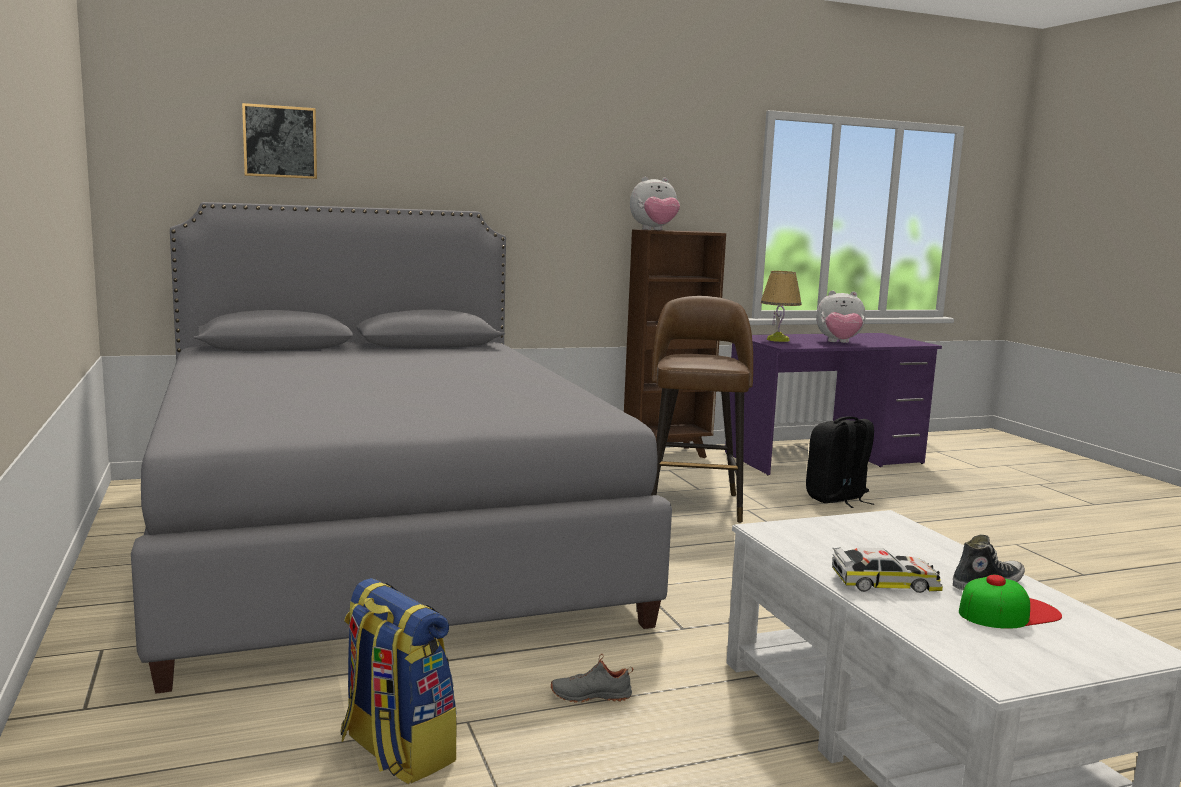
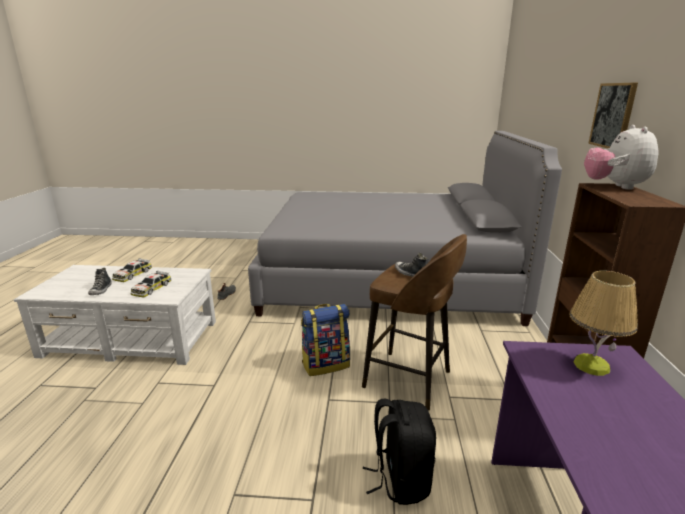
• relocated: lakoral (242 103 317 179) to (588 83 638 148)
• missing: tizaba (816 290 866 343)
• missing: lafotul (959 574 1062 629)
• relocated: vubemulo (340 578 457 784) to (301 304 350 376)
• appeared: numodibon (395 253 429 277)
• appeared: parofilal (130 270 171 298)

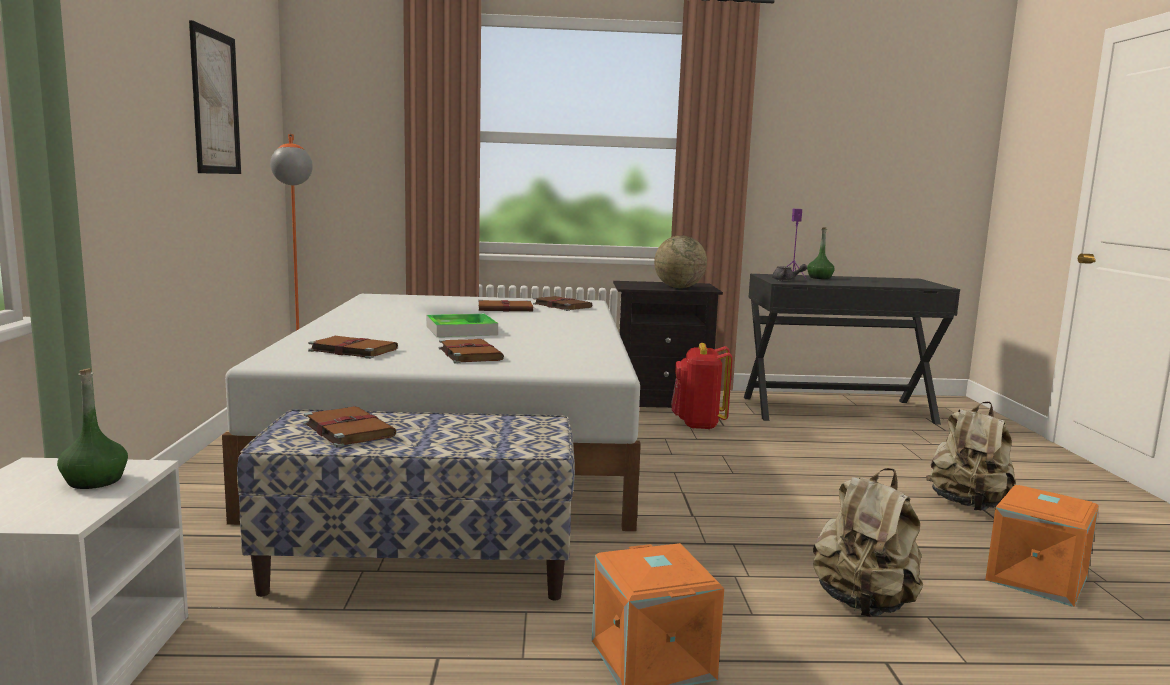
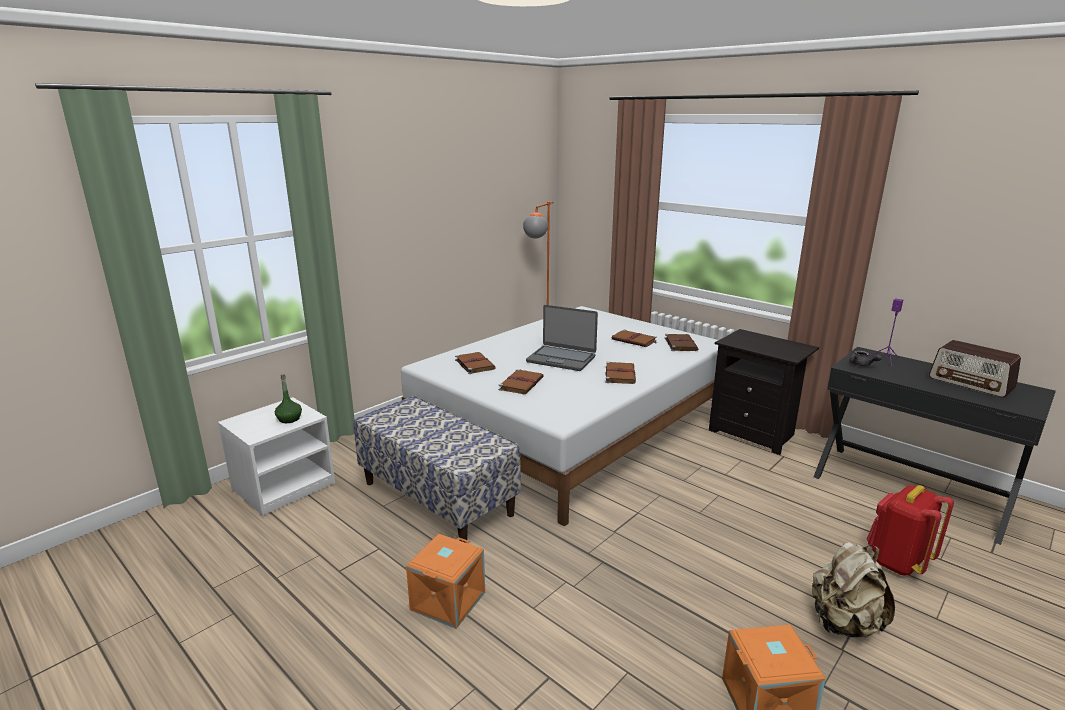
• missing: lakoral (189 20 241 174)
• missing: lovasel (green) (807 227 835 279)
• missing: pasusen (654 235 707 288)
• exchanged: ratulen (426 313 498 337) to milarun (526 305 598 371)
• relocated: vubemulo (red) (671 343 733 430) to (867 485 954 576)
• relocated: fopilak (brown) (303 406 396 447) to (605 362 636 384)
• missing: vubemulo (beige) (813 468 923 617)
• appeared: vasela (929 340 1021 397)

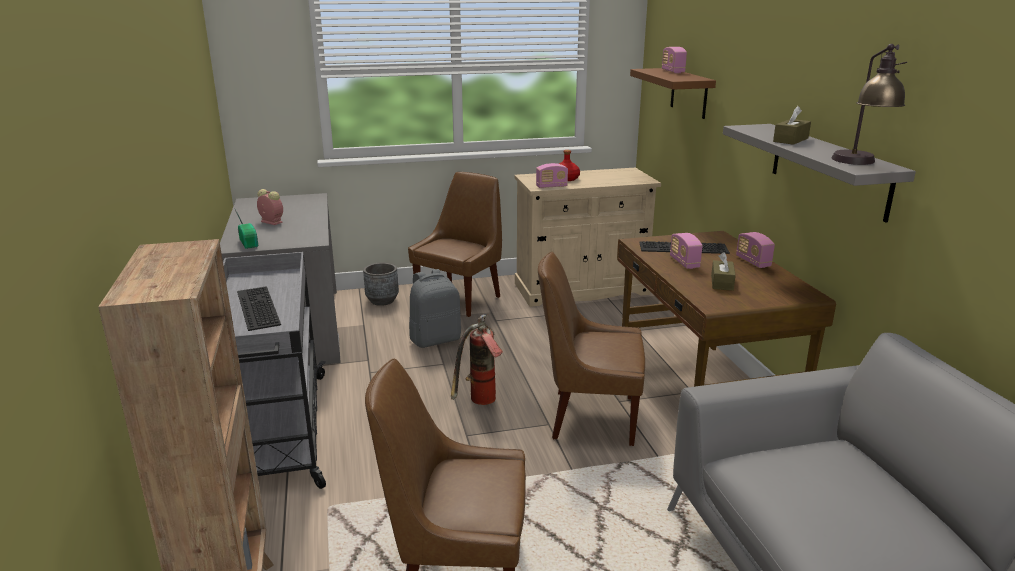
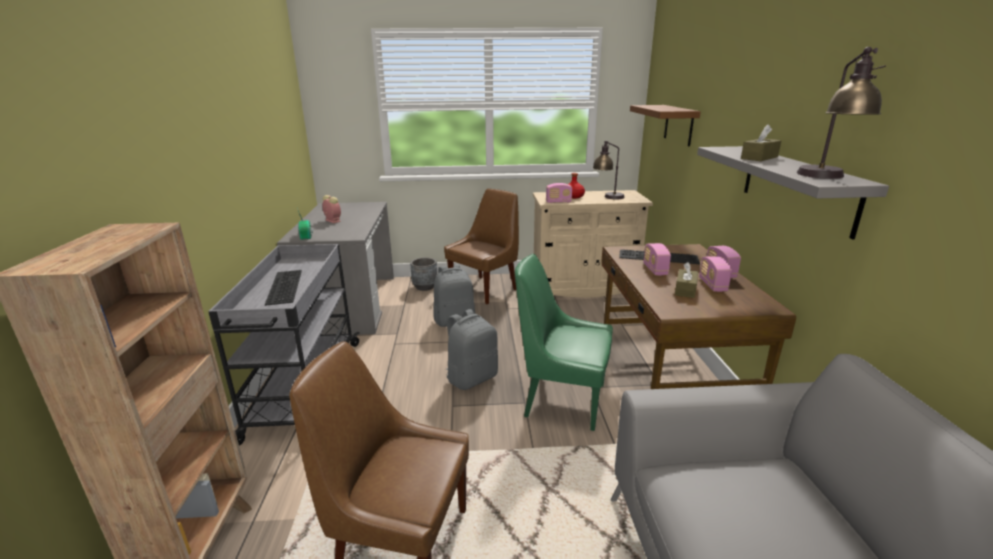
• relocated: vasela (662 47 687 73) to (699 256 732 292)
• colour: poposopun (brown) (538 252 645 446) to poposopun (green) (515 254 613 431)
• exchanged: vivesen (451 314 503 405) to vubemulo (grey) (446 309 498 390)
• appeared: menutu (592 141 625 199)

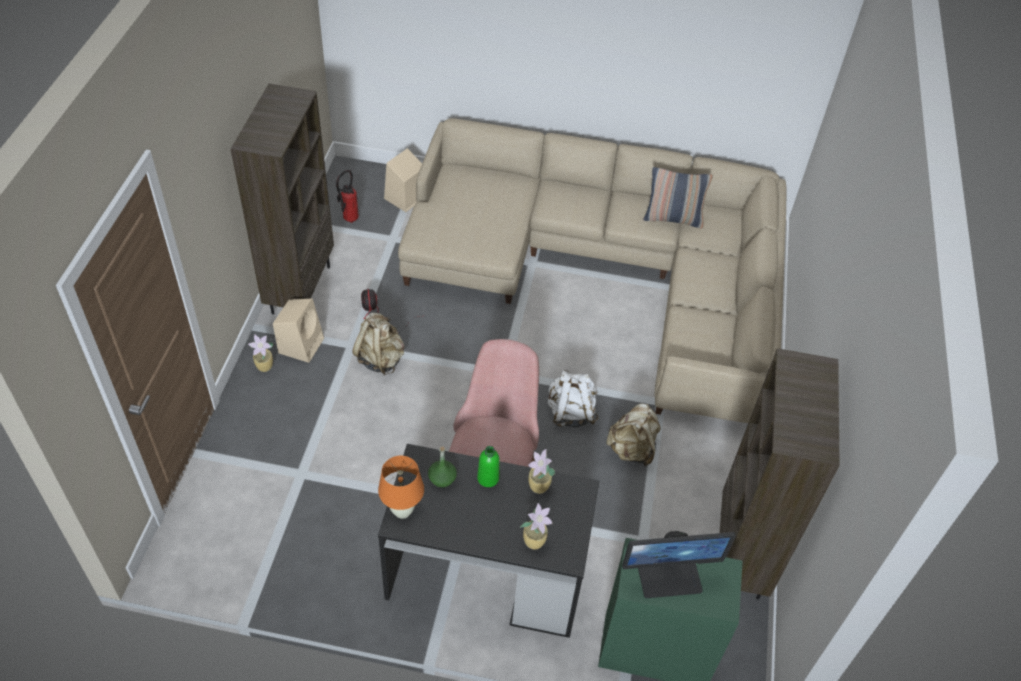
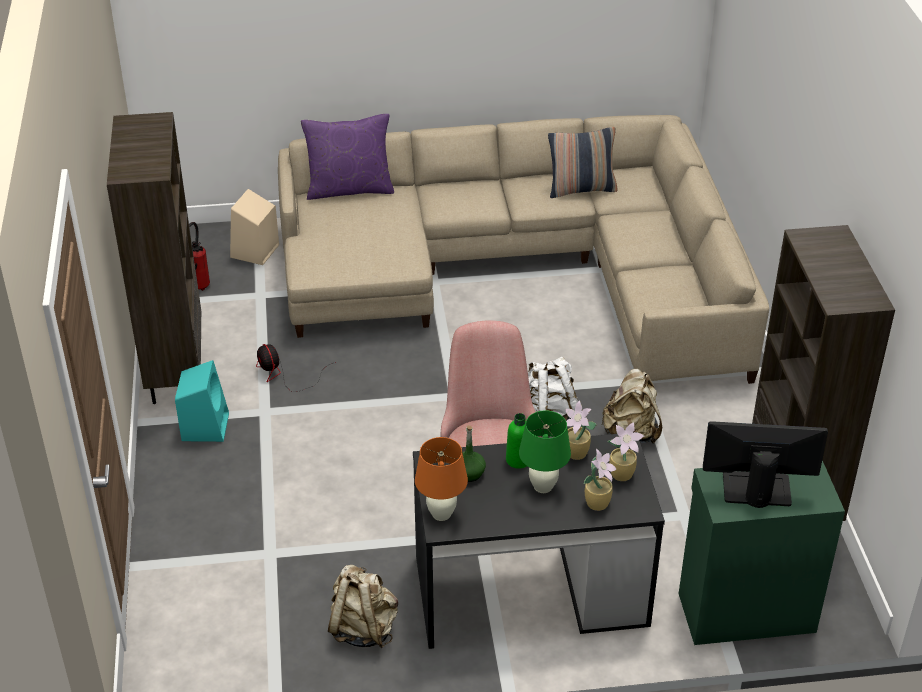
• colour: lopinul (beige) (273 299 324 363) to lopinul (turquoise) (175 360 229 442)
• relocated: vubemulo (beige) (352 313 404 375) to (328 565 398 648)
• relocated: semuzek (248 335 274 372) to (607 422 644 481)
• spun: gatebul (622 531 736 598) = (703 421 828 508) 150 degrees counterclockwise
• appeared: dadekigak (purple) (301 114 394 200)
• appeared: menutu (green) (519 410 571 493)

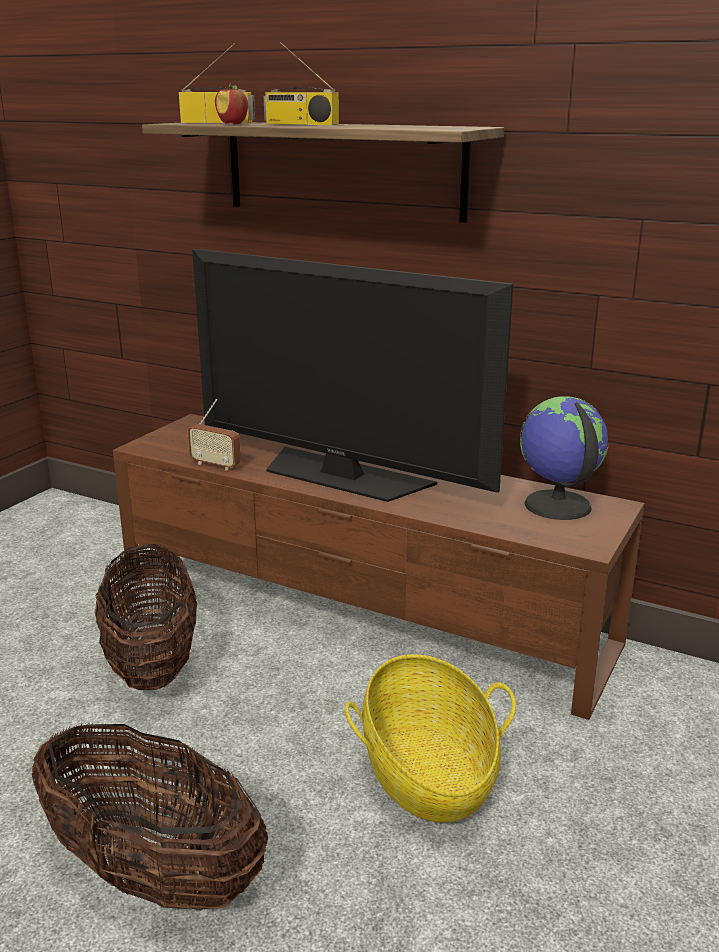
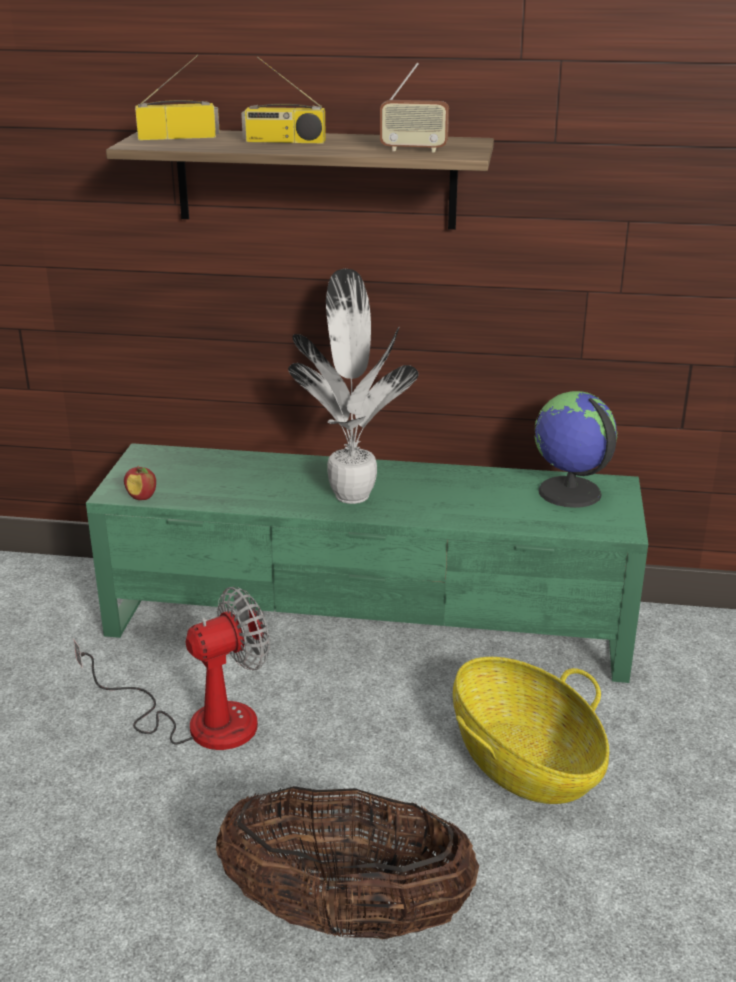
• relocated: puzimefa (215 84 248 124) to (124 466 156 500)
• exchanged: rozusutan (192 249 513 502) to semuzek (288 269 419 504)
• relocated: vasela (187 399 241 471) to (380 62 449 153)
• colour: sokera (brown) (113 414 645 720) to sokera (green) (86 443 648 683)
• exchanged: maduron (95 544 197 690) to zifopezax (73 587 269 750)

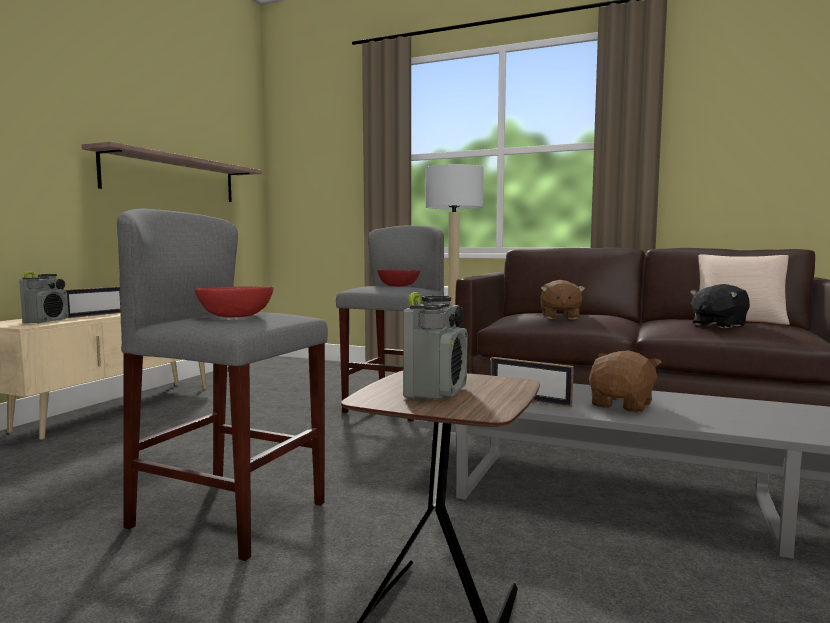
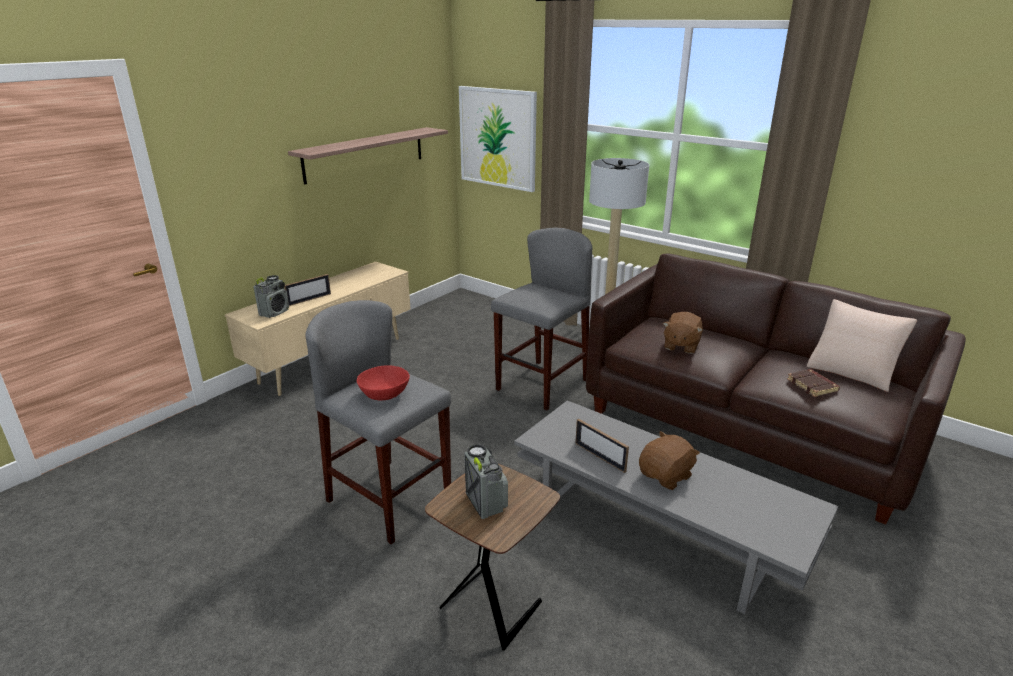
• missing: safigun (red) (377 269 420 287)
• exchanged: tizaba (black) (690 284 750 328) to fopilak (brown) (787 369 840 397)
• spun: vasela (403 292 468 400) = (464 444 508 519) 60 degrees counterclockwise
• appeared: lakoral (459 86 537 192)

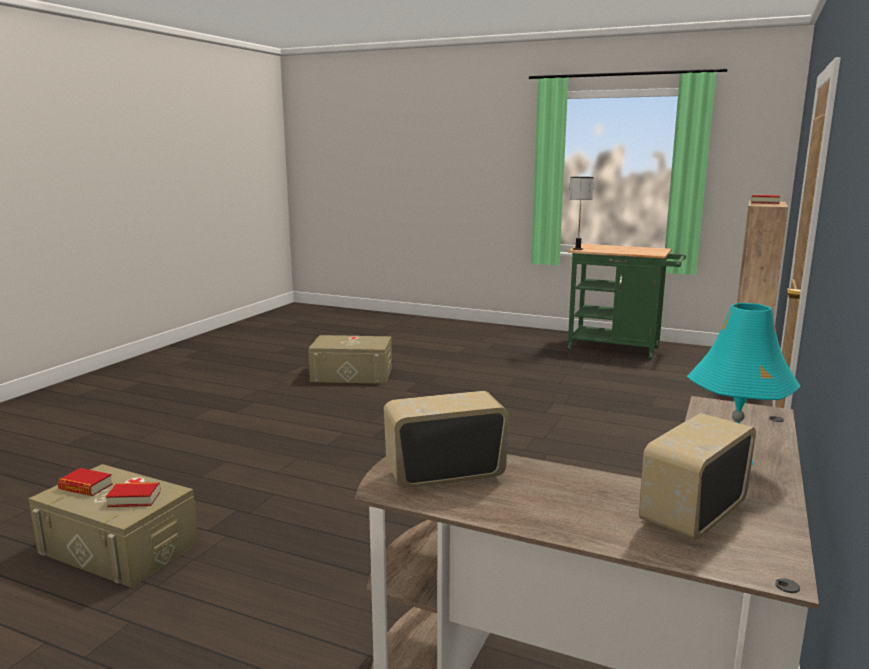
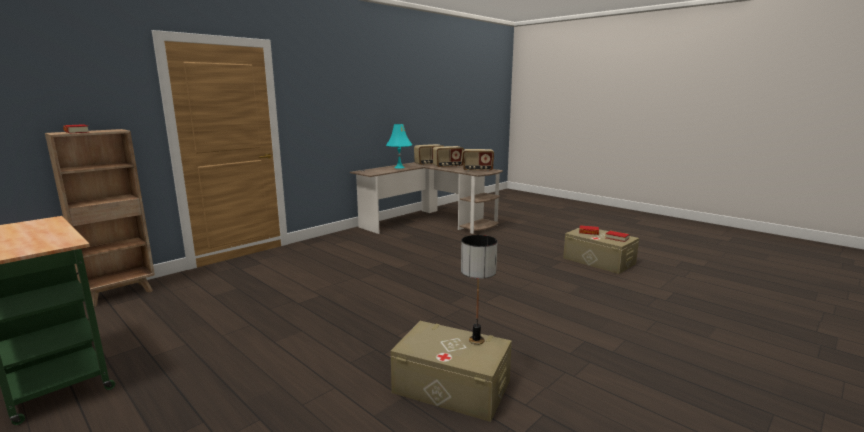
• relocated: menutu (569 177 594 250) to (461 235 497 345)
• appeared: vasela (432 146 464 168)

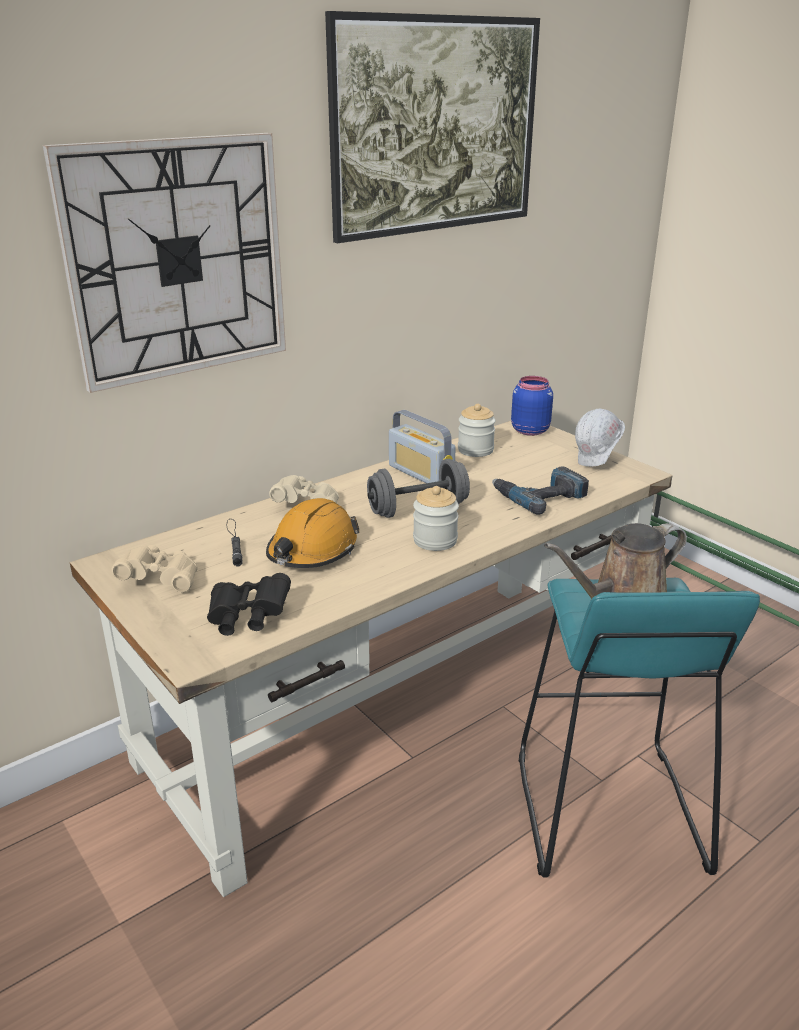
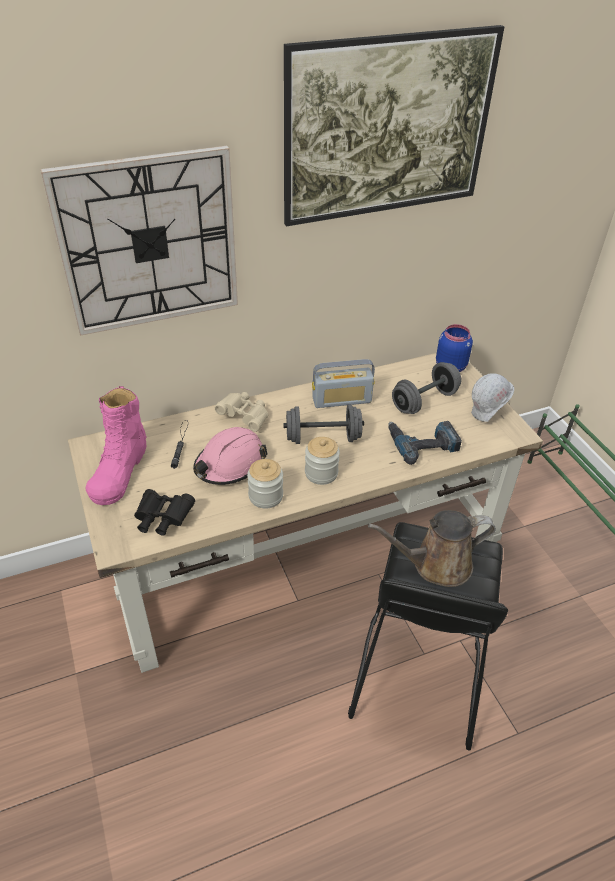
• relocated: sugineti (458 404 496 457) to (247 459 283 509)
• spun: vasela (389 410 456 483) = (312 359 375 408) 75 degrees counterclockwise
• colour: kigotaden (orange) (266 498 359 568) to kigotaden (pink) (193 427 268 485)
• exchanged: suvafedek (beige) (112 545 197 592) to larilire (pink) (85 386 147 505)
• colour: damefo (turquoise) (519 578 760 878) to damefo (black) (348 522 508 751)
• appeared: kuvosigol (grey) (392 362 462 414)

